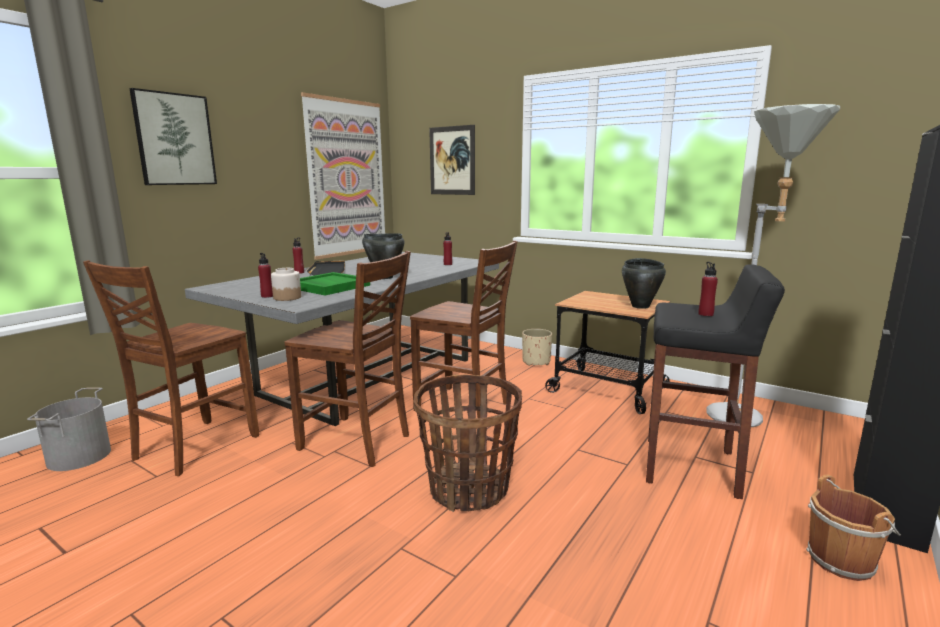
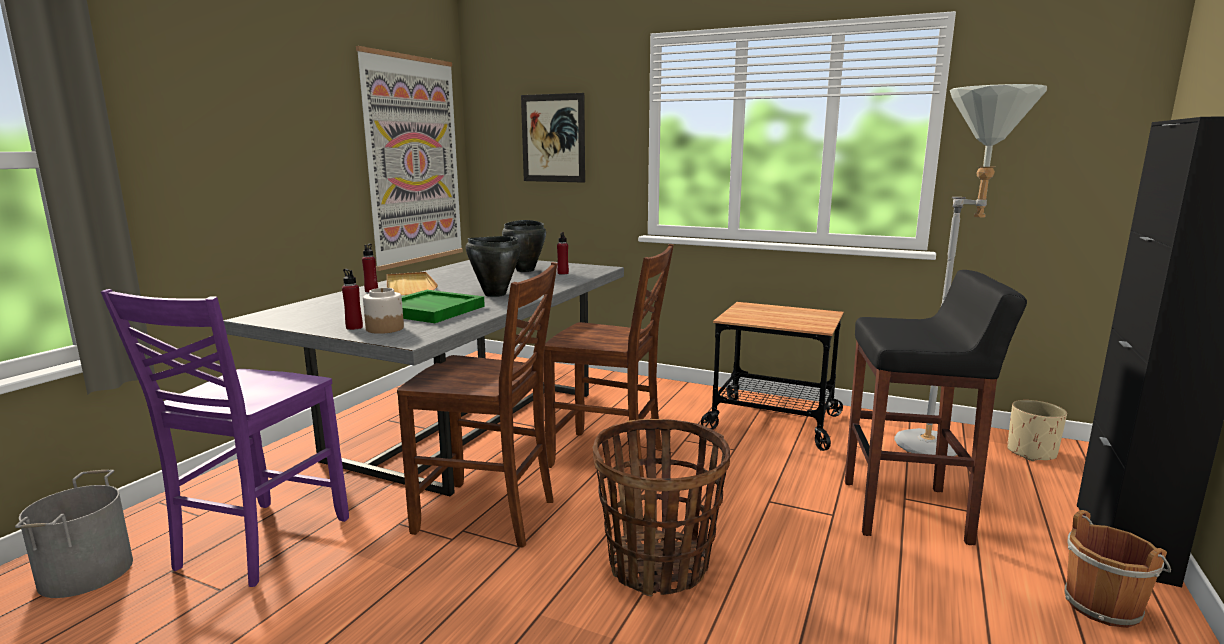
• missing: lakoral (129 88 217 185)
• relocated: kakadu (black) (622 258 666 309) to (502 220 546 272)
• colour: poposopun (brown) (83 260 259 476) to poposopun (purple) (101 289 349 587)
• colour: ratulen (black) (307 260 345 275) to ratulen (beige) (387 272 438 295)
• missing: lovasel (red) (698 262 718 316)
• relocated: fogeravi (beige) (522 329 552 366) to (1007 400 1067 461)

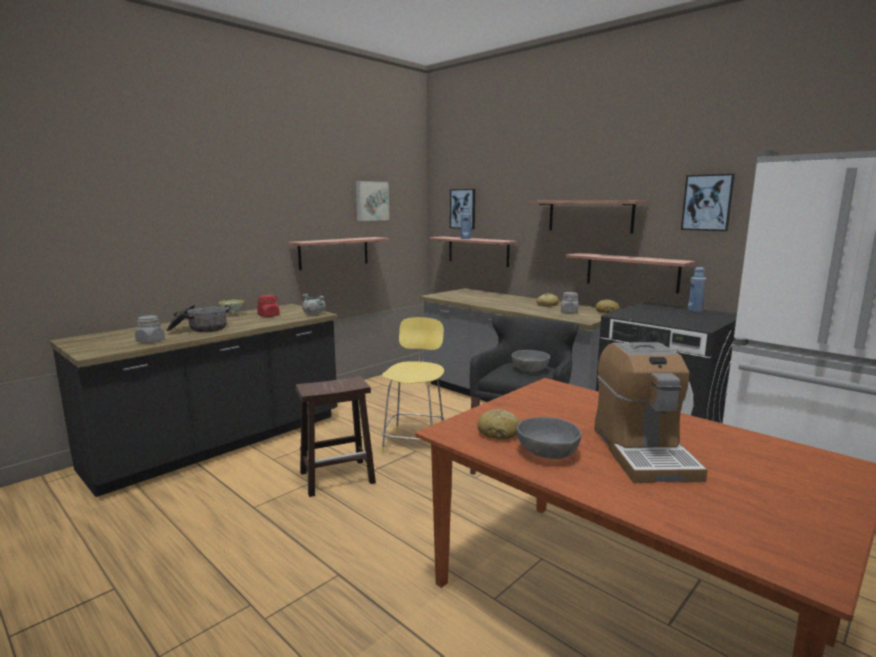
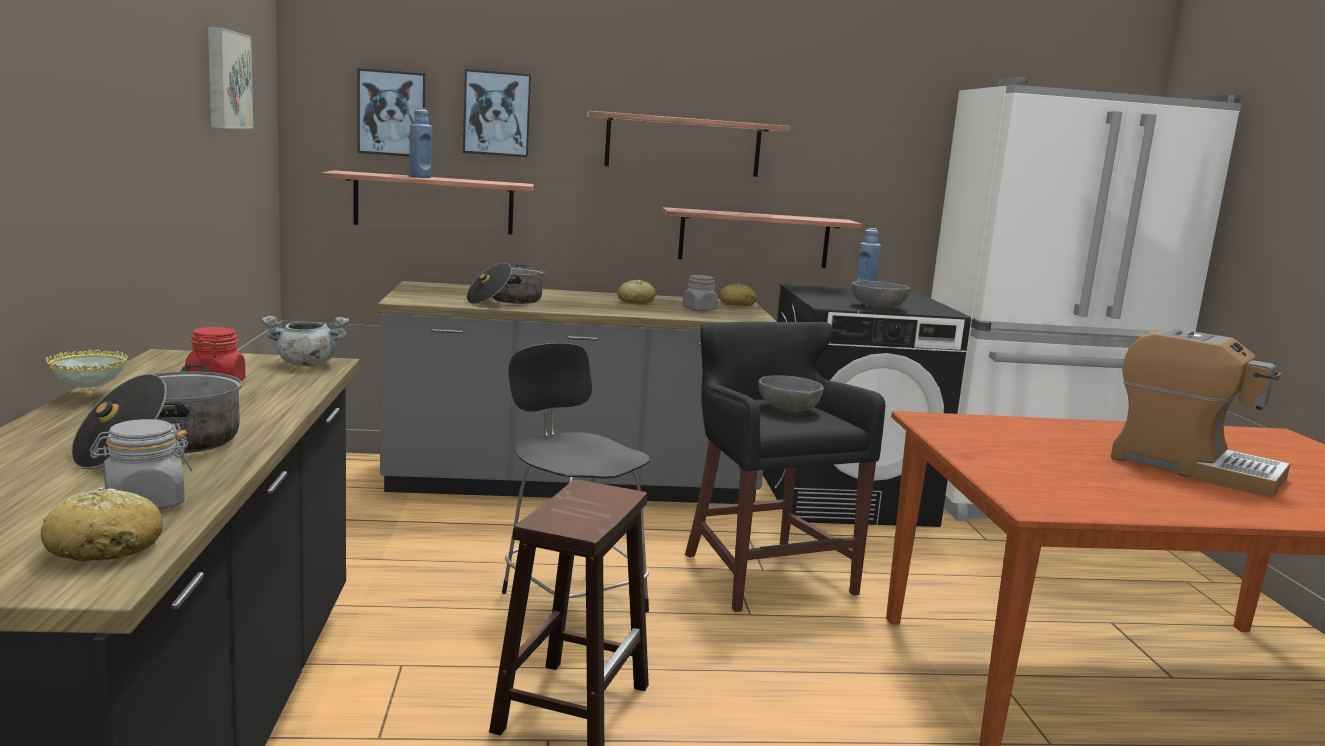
• relocated: lakoral (681 174 735 231) to (463 69 531 157)
• missing: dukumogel (288 237 389 270)
• colour: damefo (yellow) (381 317 446 454) to damefo (black) (502 343 650 612)
• relocated: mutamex (477 409 520 440) to (41 487 163 561)
• relocated: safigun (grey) (517 417 582 459) to (852 281 910 308)
• appeared: kakadu (466 263 545 304)

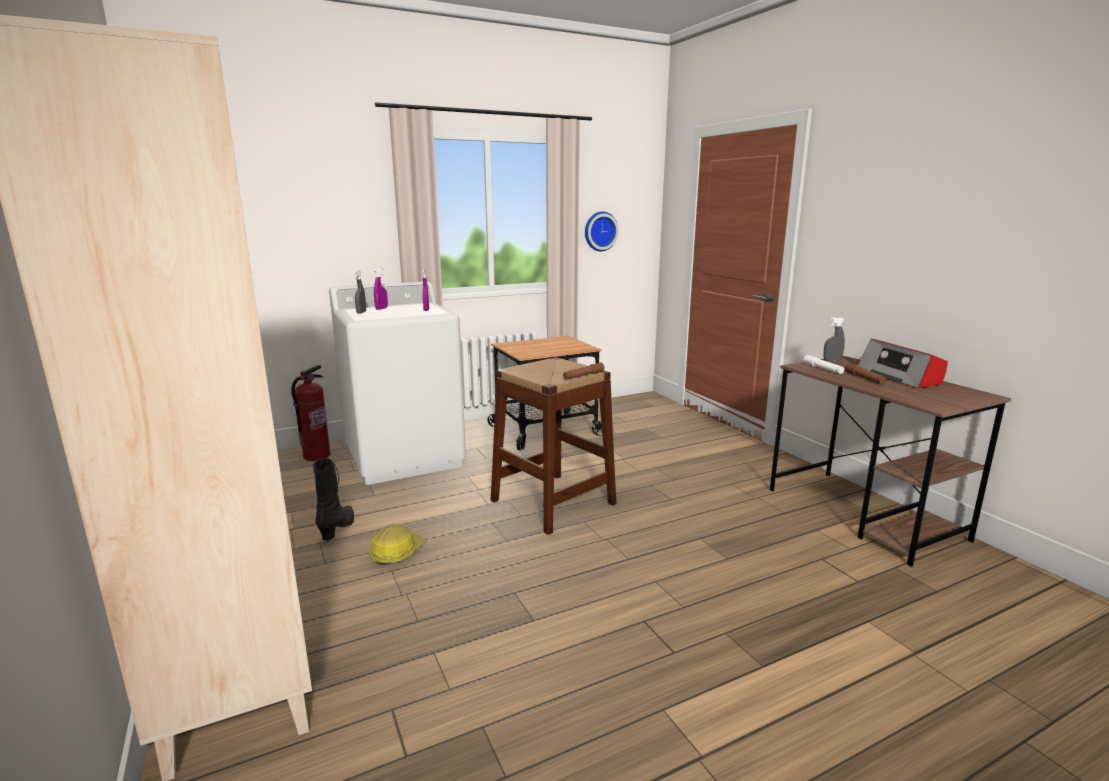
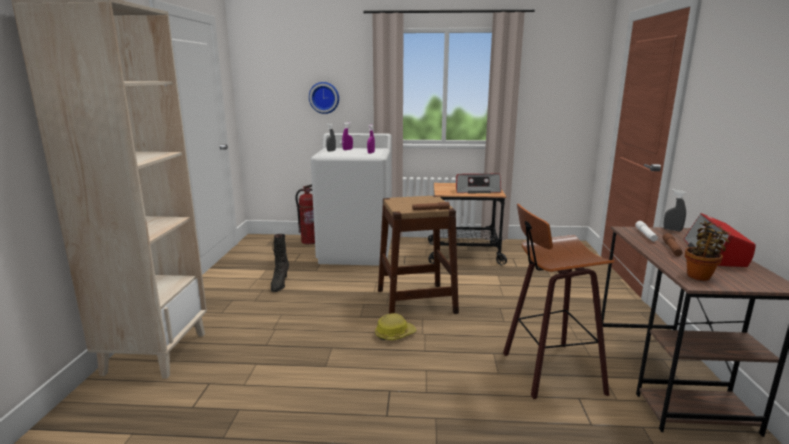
• relocated: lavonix (585 212 619 251) to (309 82 339 114)
• spun: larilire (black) (313 458 354 541) = (271 234 289 292) 150 degrees clockwise
• relocated: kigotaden (369 524 426 565) to (375 313 417 340)
• appeared: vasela (456 174 501 193)
• appeared: damefo (503 204 615 399)
• appeared: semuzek (685 221 731 281)

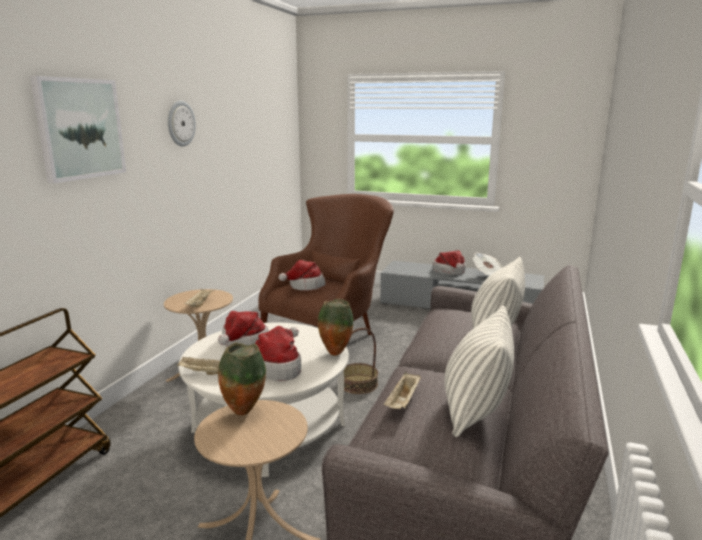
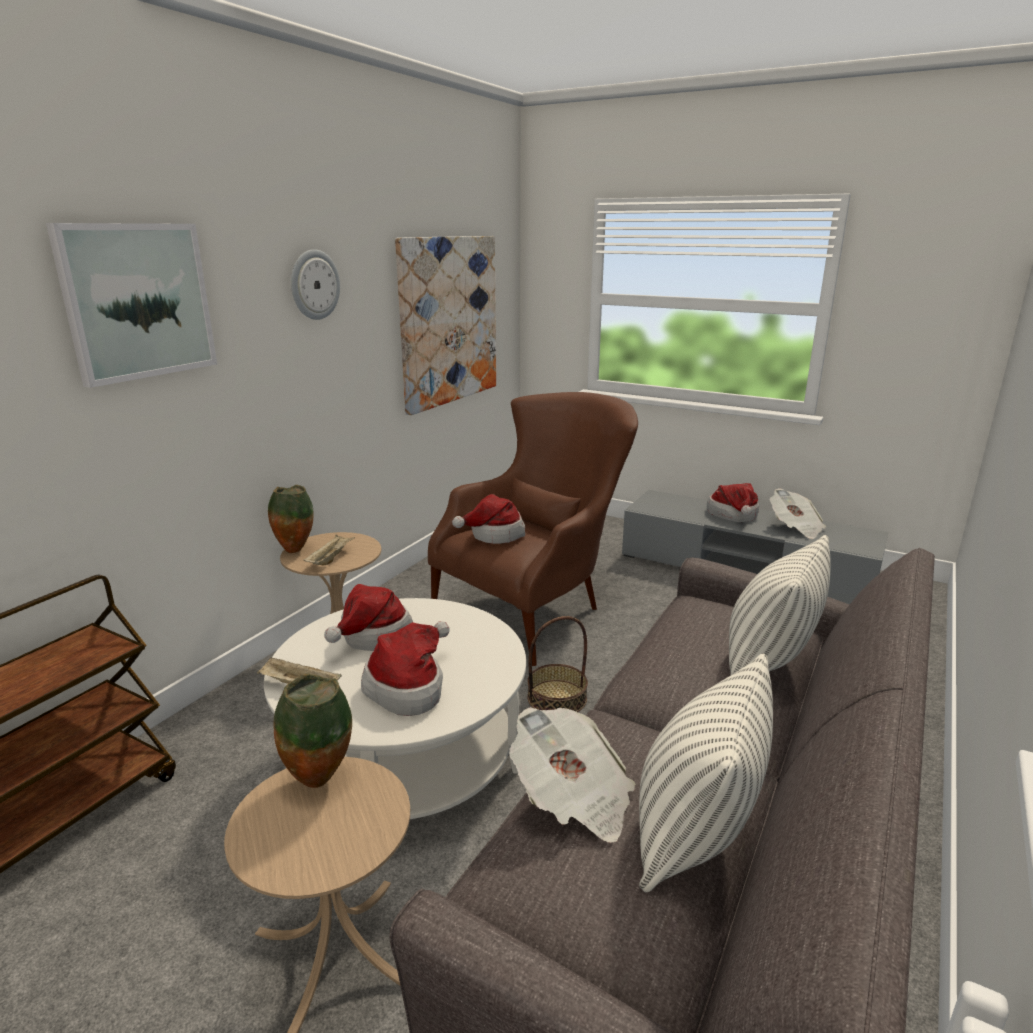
• relocated: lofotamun (318 299 353 356) to (268 485 313 553)
• exchanged: ratulen (beige) (384 372 421 409) to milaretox (509 707 635 843)
• appeared: lakoral (395 236 496 415)

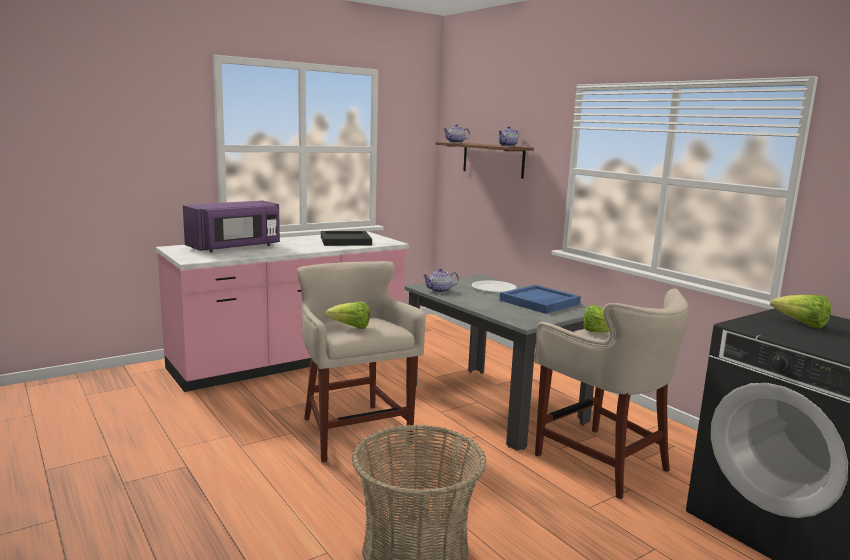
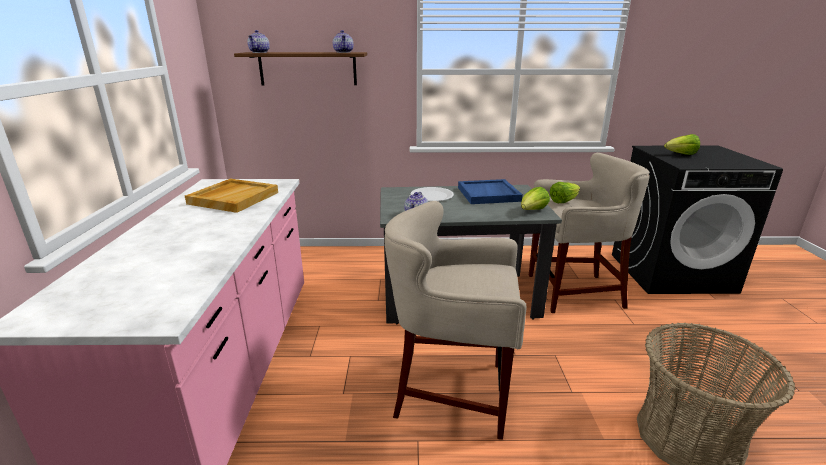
• missing: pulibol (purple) (183 200 280 252)
• colour: ratulen (black) (321 231 372 246) to ratulen (beige) (185 179 278 213)
• relocated: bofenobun (325 302 370 329) to (521 187 550 210)

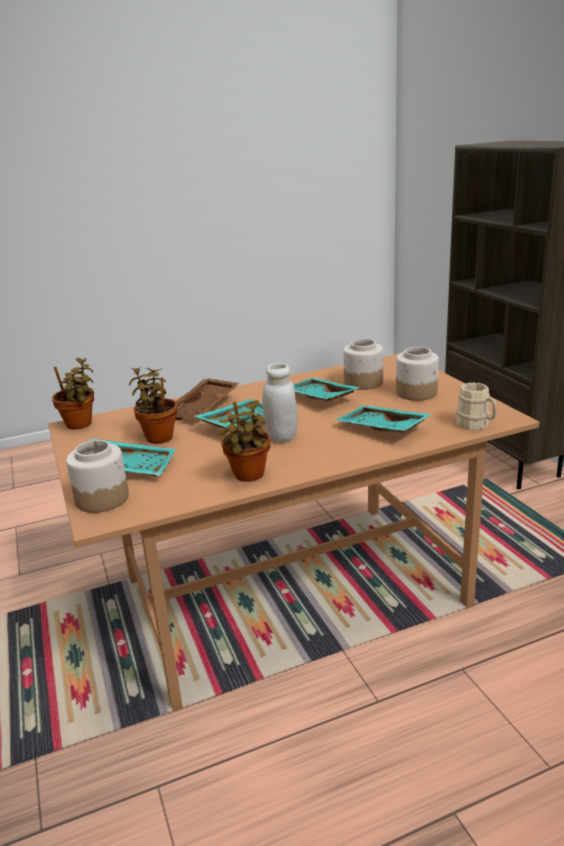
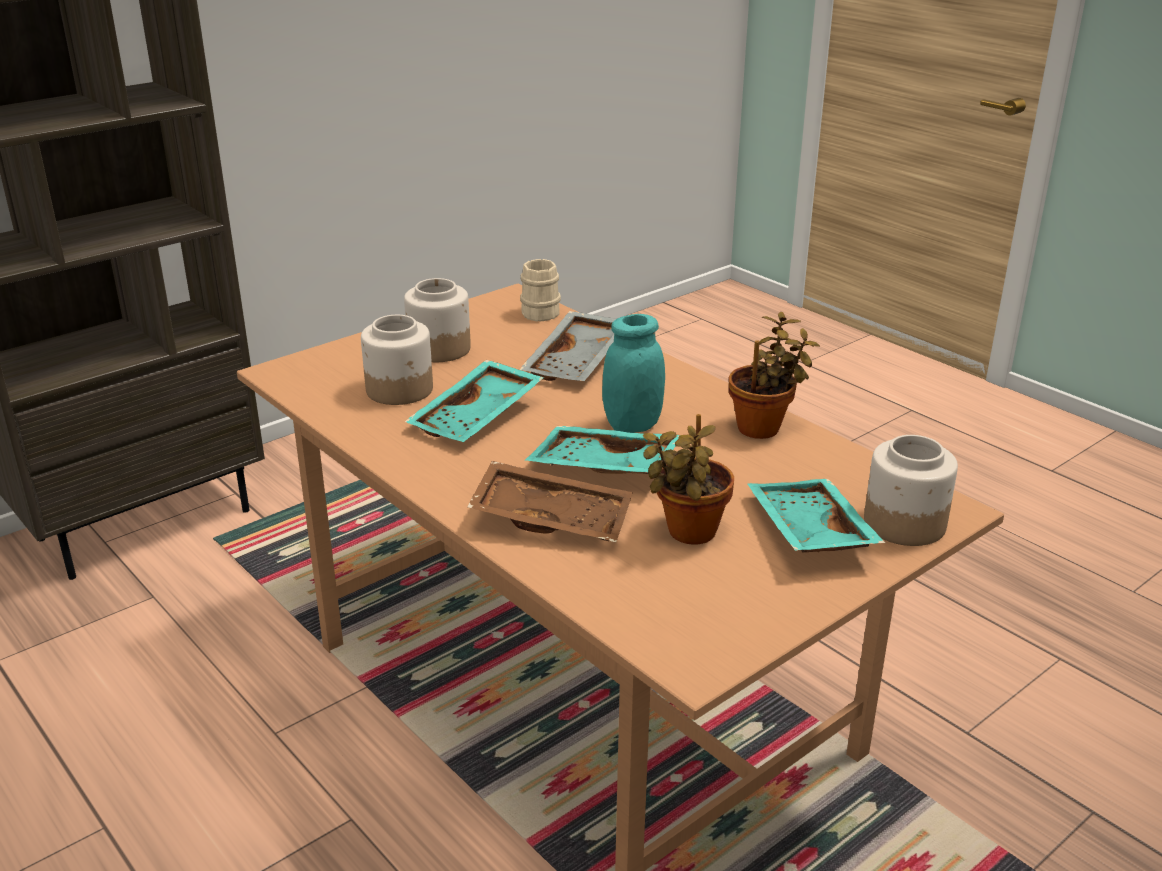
• missing: semuzek (52 358 95 429)
• colour: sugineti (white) (262 363 298 442) to sugineti (turquoise) (602 314 665 433)
• colour: ratulen (turquoise) (335 405 432 433) to ratulen (grey) (519 311 616 381)

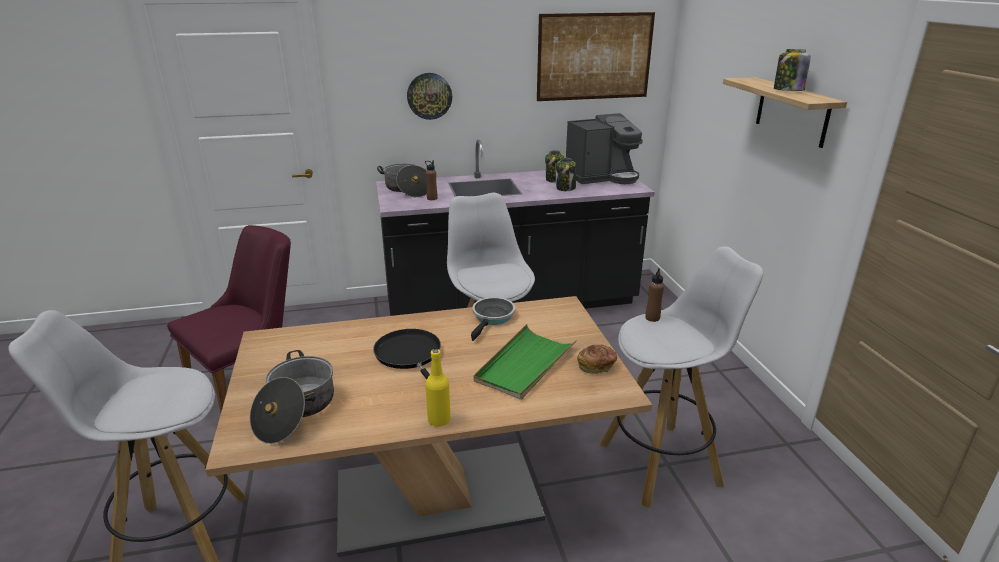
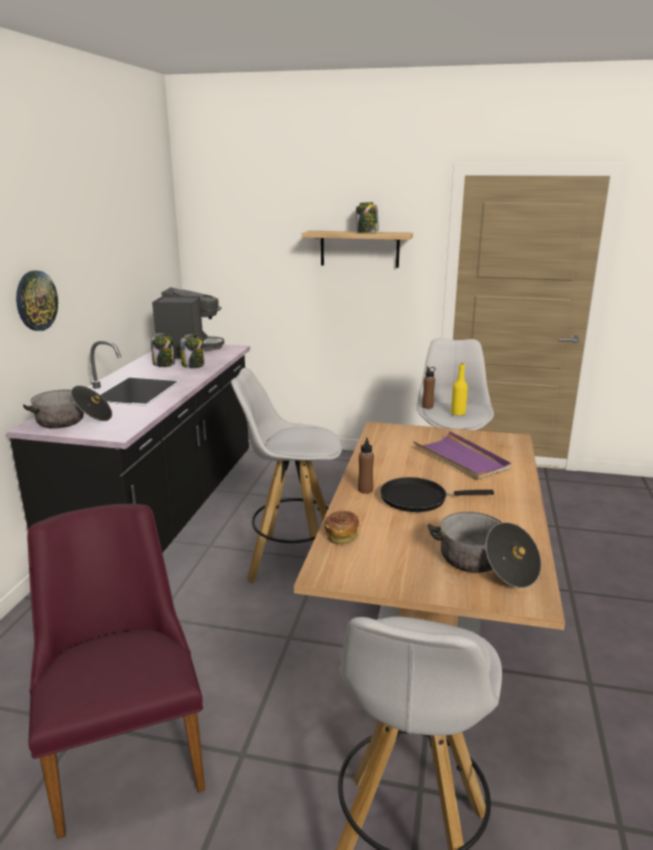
• missing: lakoral (537 12 655 101)
• relocated: lovasel (brown) (425 160 437 200) to (358 438 374 494)
• missing: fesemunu (471 297 515 341)
• colour: ratulen (green) (473 324 577 400) to ratulen (purple) (413 431 512 480)
• relocated: mutamex (577 345 617 375) to (324 511 359 544)
• relocated: lovasel (yellow) (425 349 451 427) to (451 363 468 415)

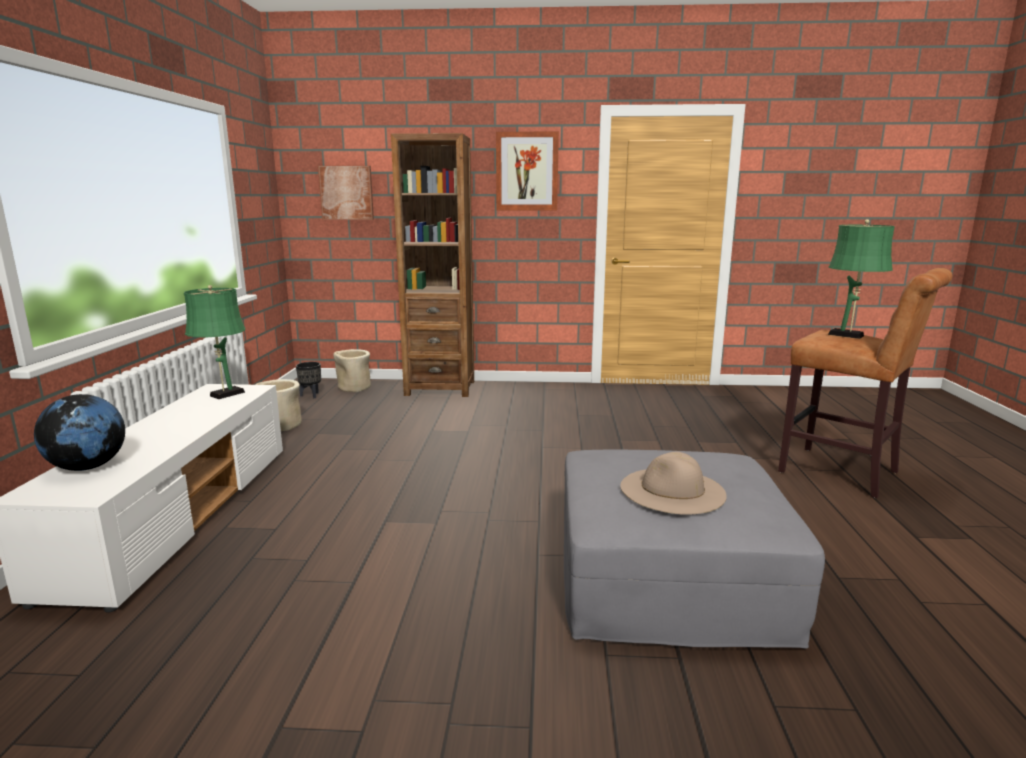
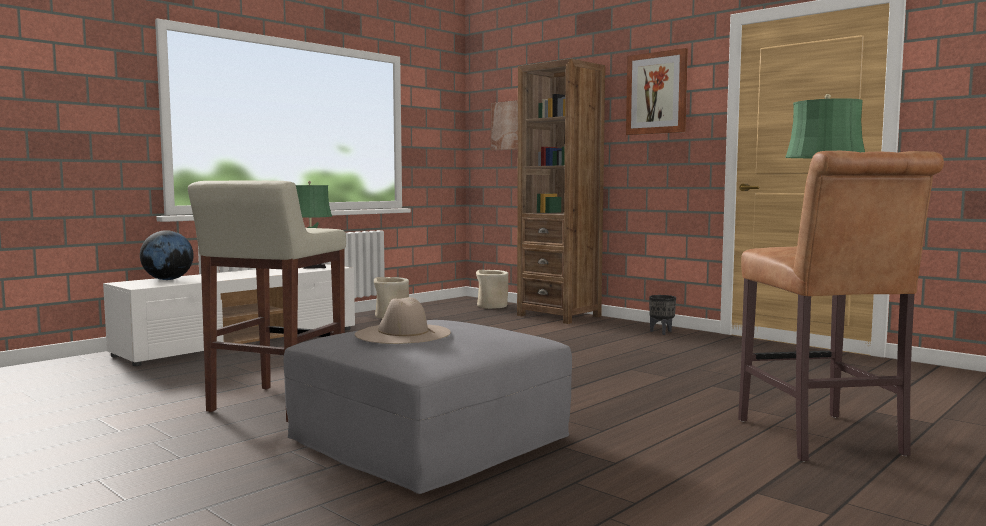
• relocated: fogeravi (black) (296 362 321 398) to (649 295 676 335)
• appeared: damefo (beige) (188 181 346 422)

